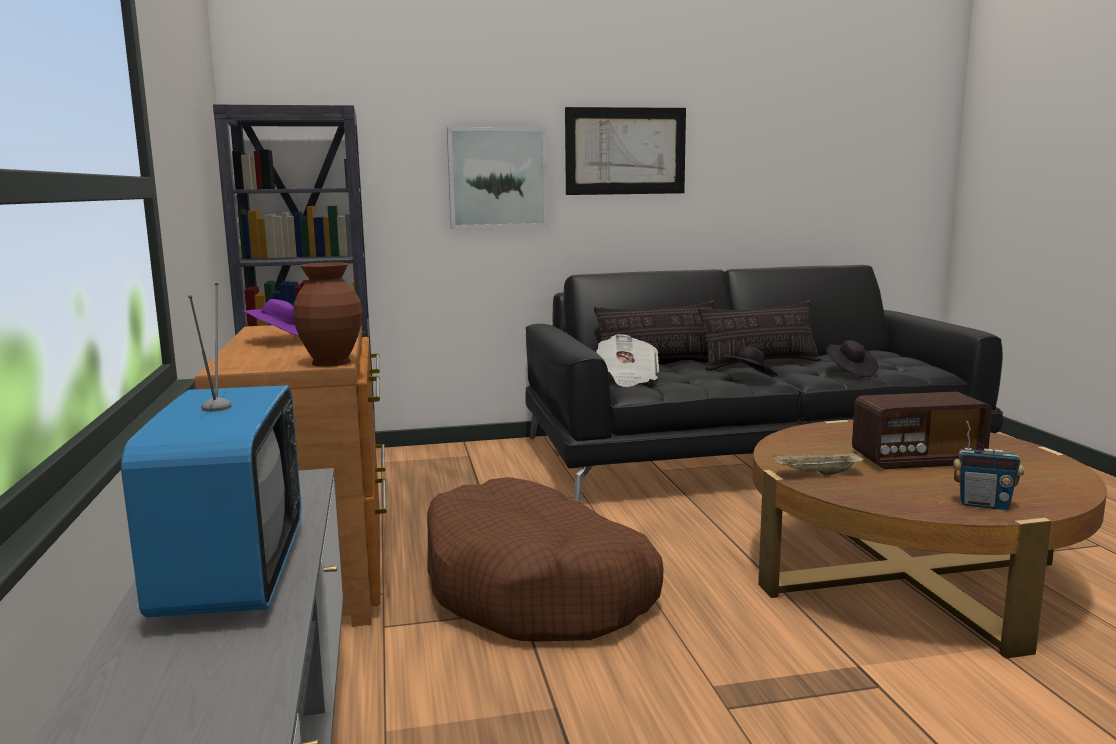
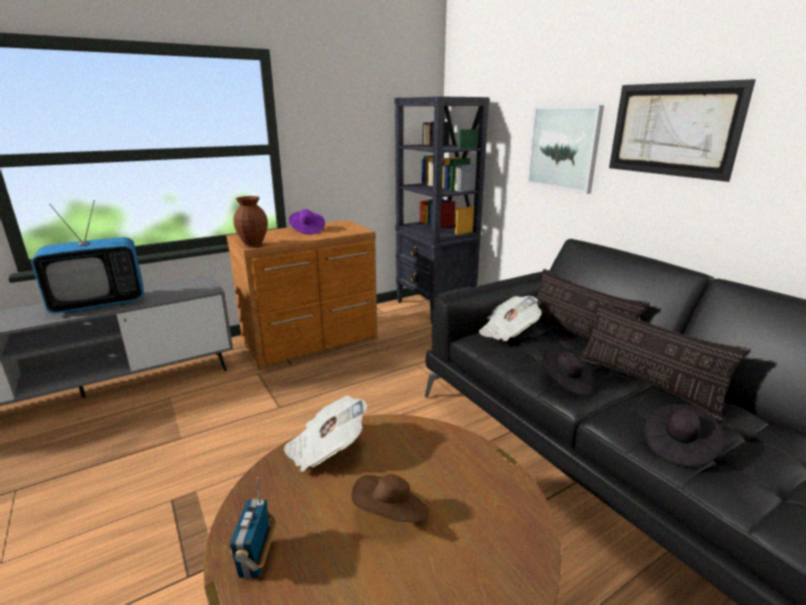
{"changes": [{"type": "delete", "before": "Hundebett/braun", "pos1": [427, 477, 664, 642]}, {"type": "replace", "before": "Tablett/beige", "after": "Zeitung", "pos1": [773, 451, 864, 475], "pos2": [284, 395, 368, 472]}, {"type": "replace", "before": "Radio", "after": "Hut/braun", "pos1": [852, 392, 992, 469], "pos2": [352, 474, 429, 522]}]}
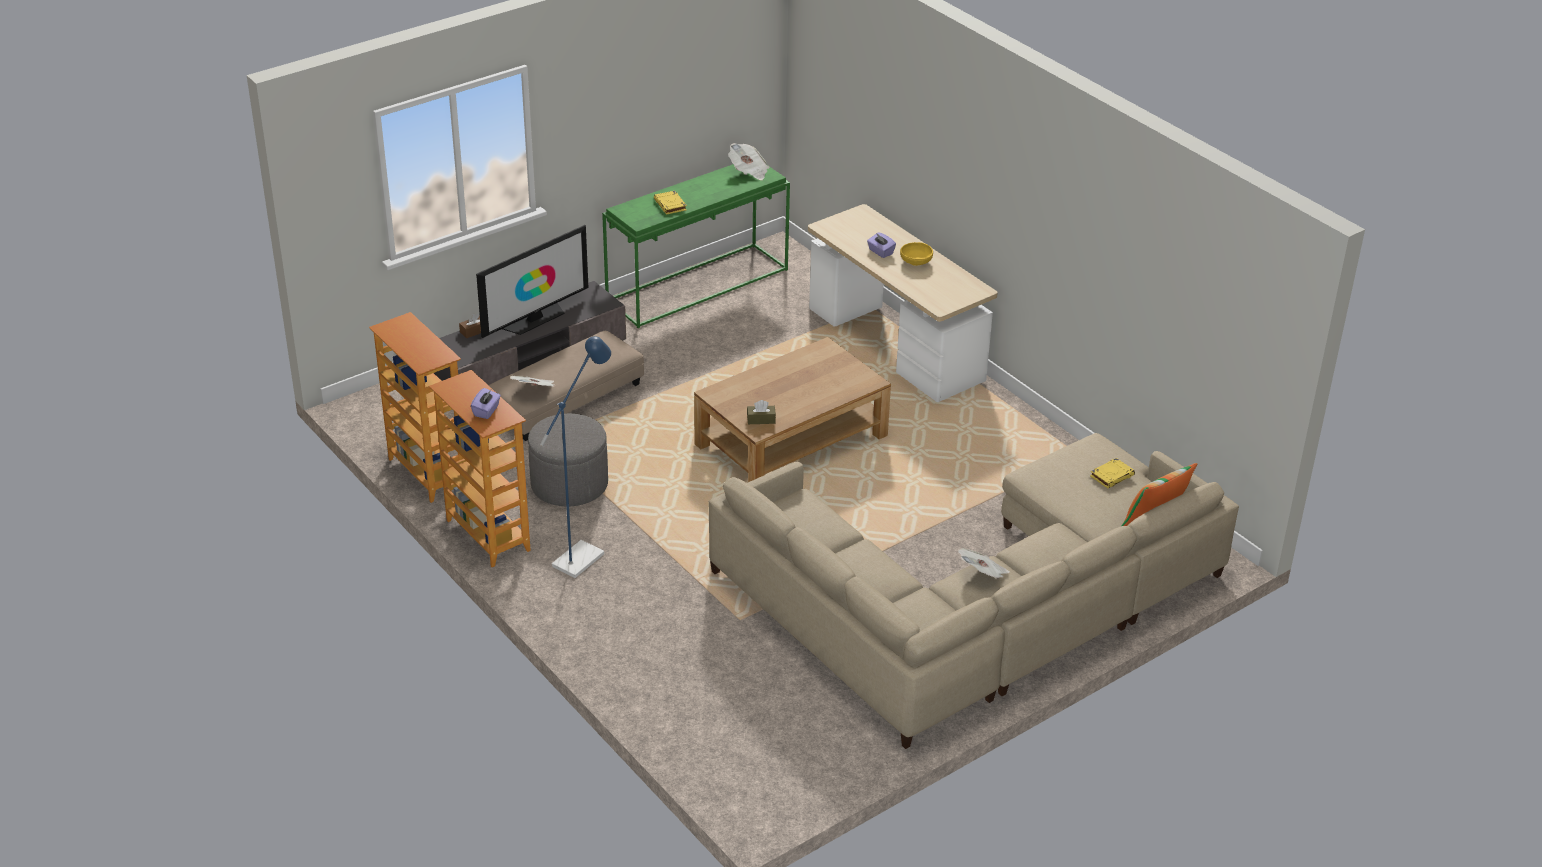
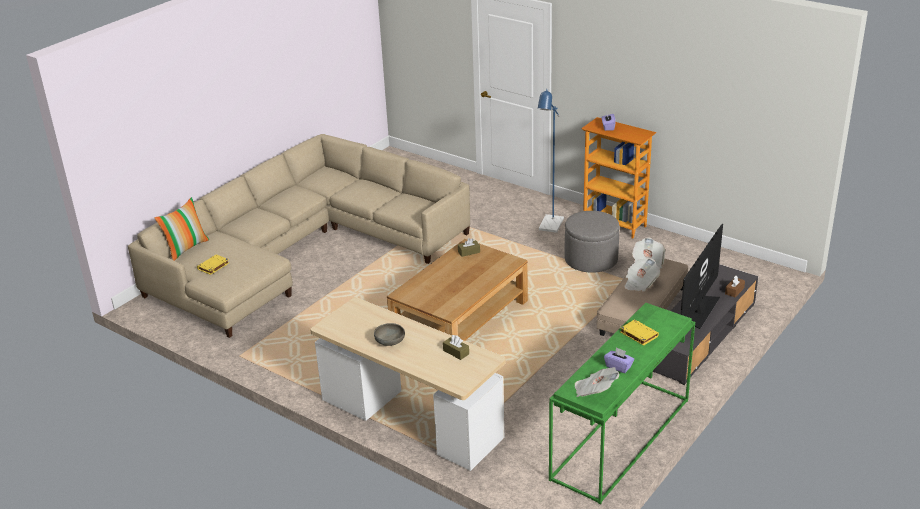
{"changes": [{"type": "delete", "before": "Bücherregal", "pos1": [369, 312, 464, 503]}, {"type": "insert", "after": "Taschentuchbox/braun", "pos2": [443, 335, 469, 360]}, {"type": "move", "before": "Taschentuchbox/lila", "pos1": [867, 232, 896, 258], "pos2": [604, 347, 634, 373]}, {"type": "move", "before": "Zeitung", "pos1": [958, 548, 1010, 579], "pos2": [625, 258, 660, 291]}, {"type": "recolor", "before": "Schüssel/gelb", "after": "Schüssel/grau", "pos1": [900, 242, 933, 266], "pos2": [374, 323, 405, 346]}]}
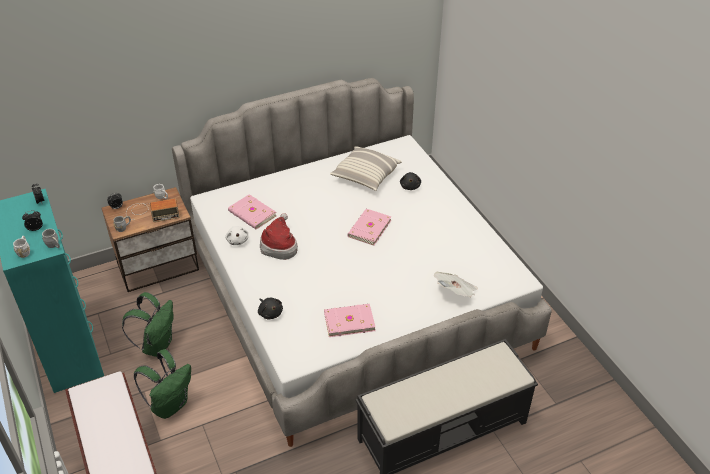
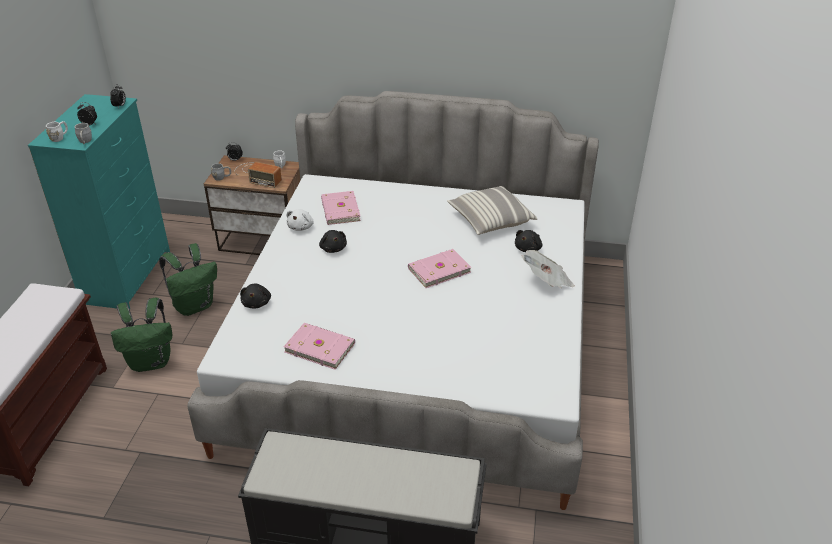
{"changes": [{"type": "move", "before": "Zeitung", "pos1": [434, 272, 478, 298], "pos2": [521, 250, 575, 288]}, {"type": "replace", "before": "Hut", "after": "Plüschtier/schwarz", "pos1": [260, 213, 298, 260], "pos2": [319, 230, 347, 253]}]}
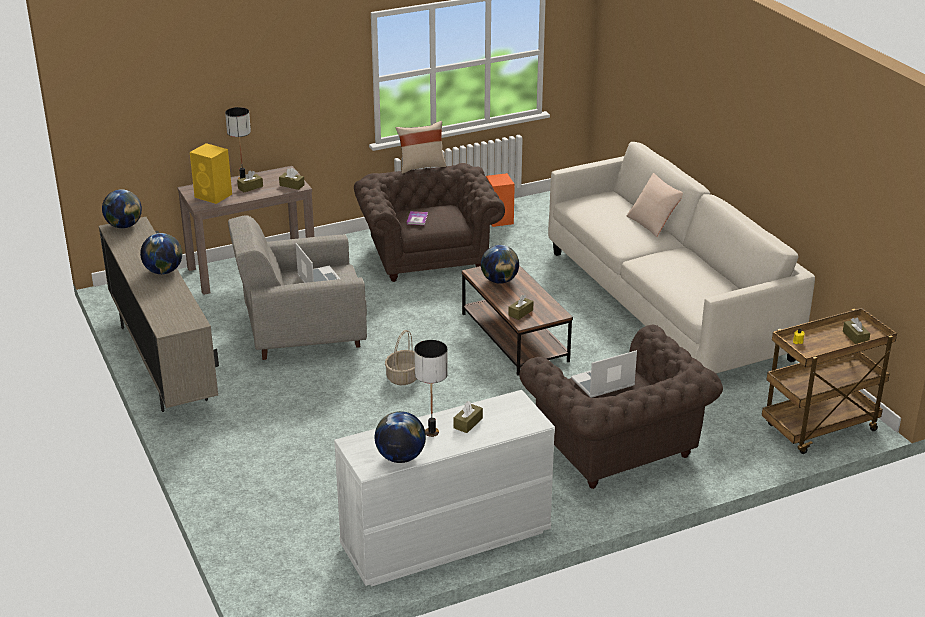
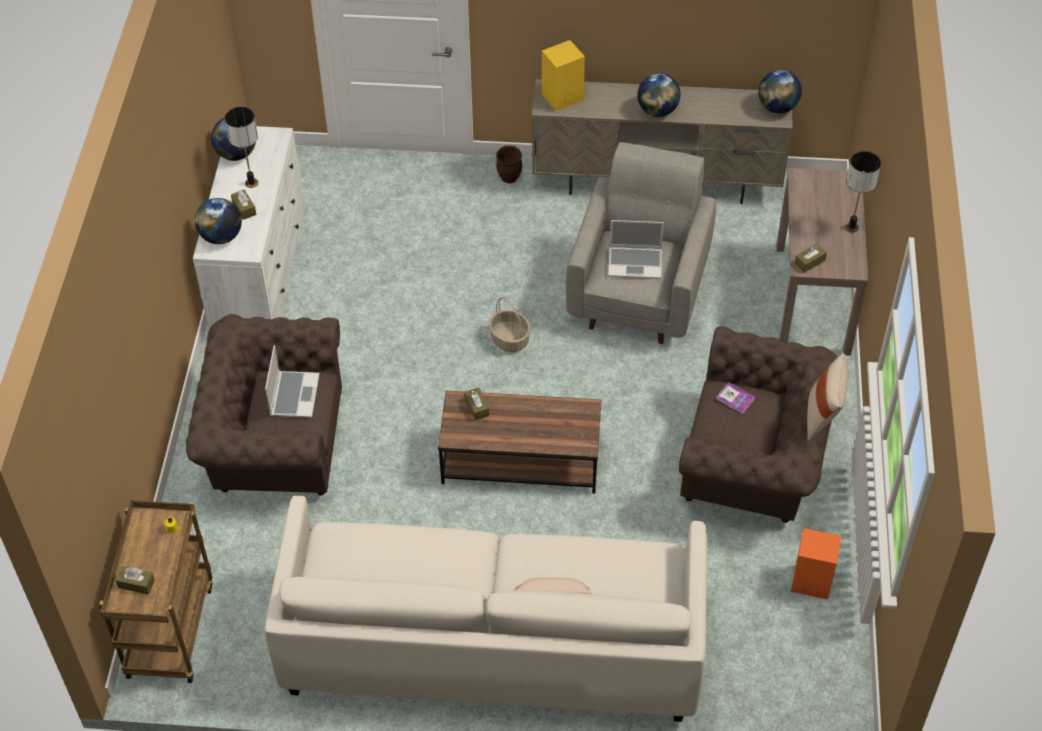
{"changes": [{"type": "delete", "before": "Taschentuchbox/braun", "pos1": [237, 170, 263, 192]}, {"type": "insert", "after": "Pflanzkübel/braun", "pos2": [496, 146, 522, 183]}, {"type": "move", "before": "Lautsprecher/gelb", "pos1": [190, 143, 232, 204], "pos2": [542, 40, 585, 111]}, {"type": "move", "before": "Globus", "pos1": [481, 245, 519, 284], "pos2": [195, 198, 242, 244]}]}
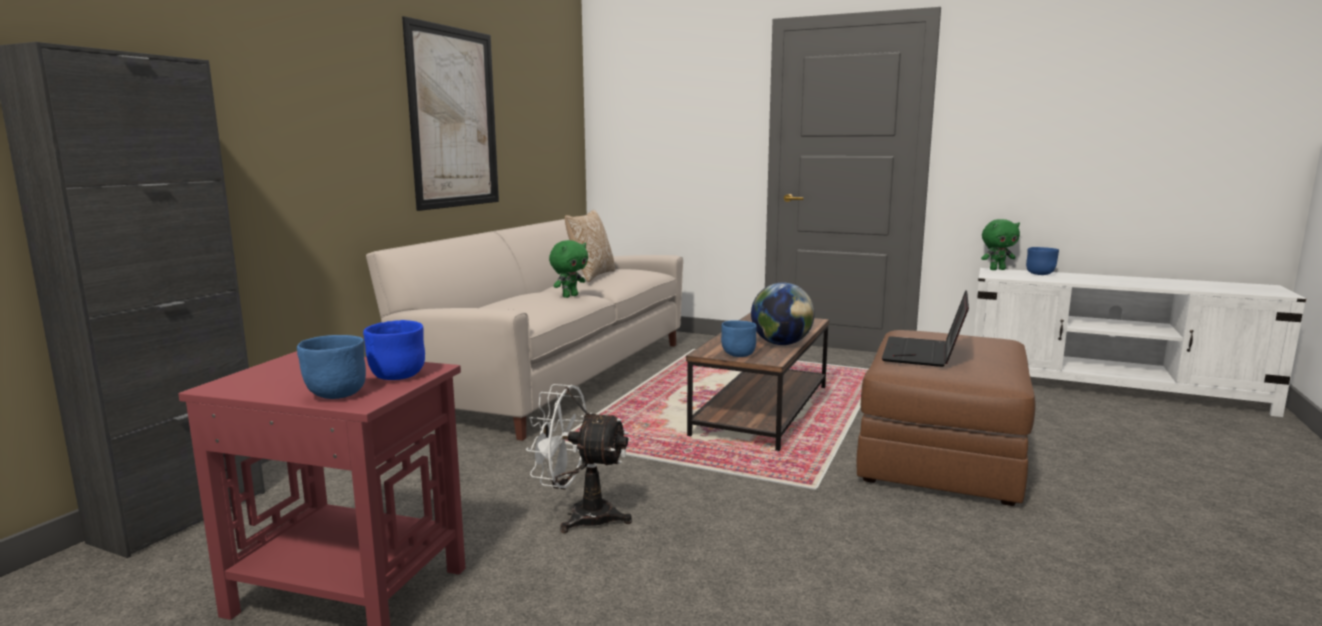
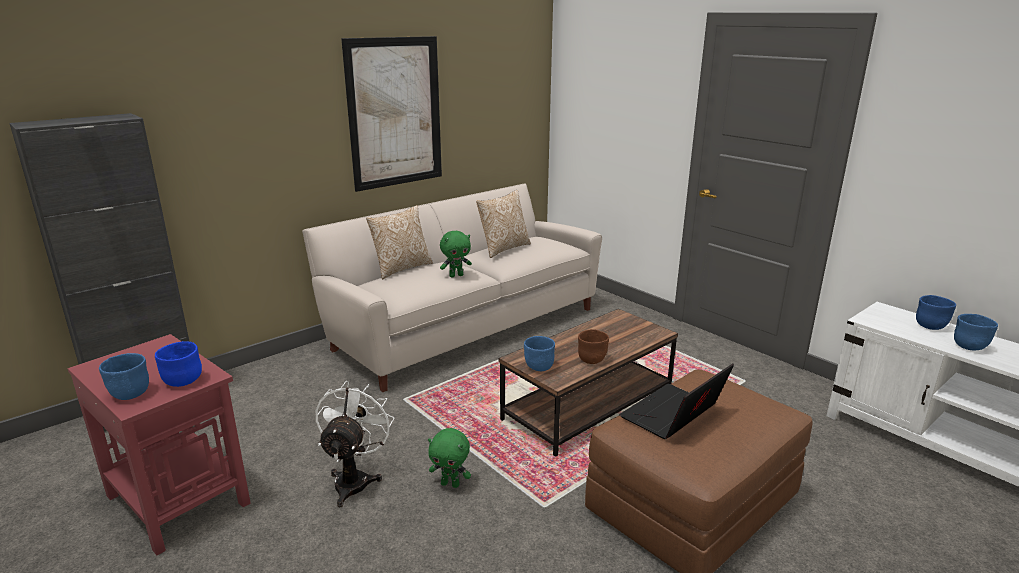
{"changes": [{"type": "insert", "after": "Kissen", "pos2": [366, 205, 433, 279]}, {"type": "insert", "after": "Schüssel/blau", "pos2": [954, 314, 998, 350]}, {"type": "move", "before": "Plüschtier/grün", "pos1": [981, 219, 1020, 270], "pos2": [428, 428, 471, 488]}, {"type": "replace", "before": "Globus", "after": "Schüssel/braun", "pos1": [751, 283, 815, 345], "pos2": [578, 329, 609, 364]}, {"type": "rotate", "before": "Ventilator/weiß", "pos1": [526, 384, 632, 533], "pos2": [316, 381, 394, 507], "turn": 60}]}
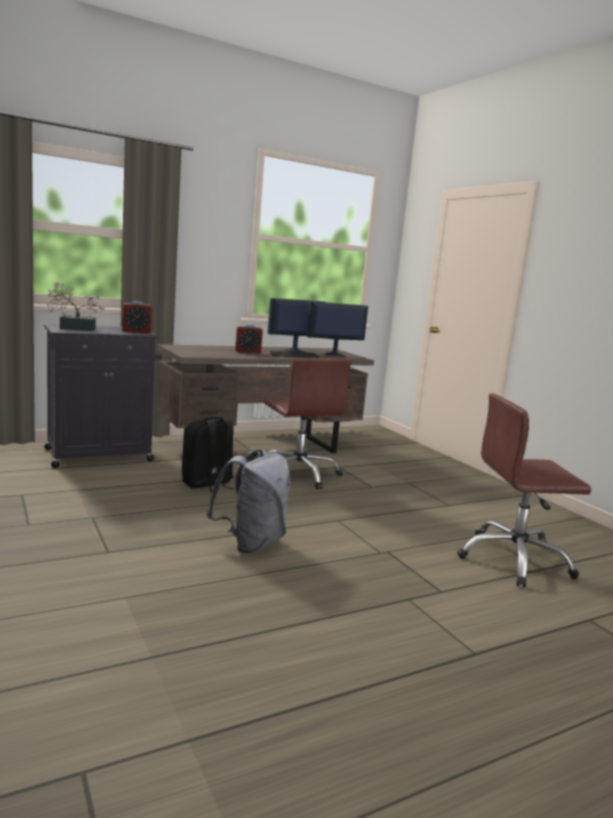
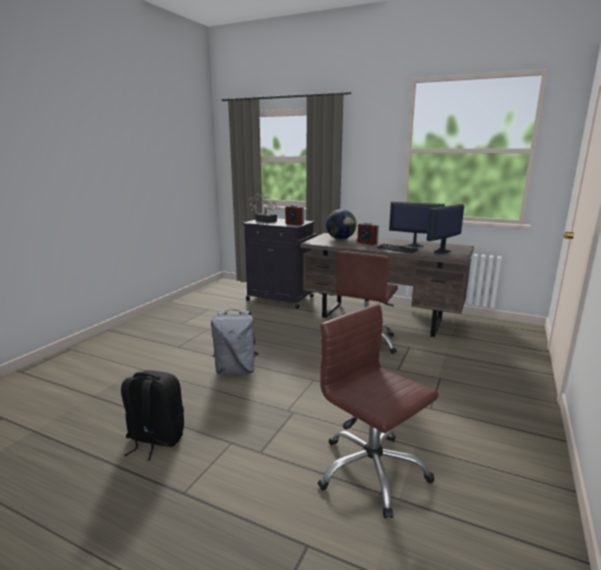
{"changes": [{"type": "insert", "after": "Globus", "pos2": [326, 209, 356, 240]}, {"type": "move", "before": "Rucksack/schwarz", "pos1": [182, 417, 234, 493], "pos2": [121, 370, 184, 460]}, {"type": "rotate", "before": "Monitor", "pos1": [306, 301, 368, 356], "pos2": [427, 204, 464, 254], "turn": -75}]}
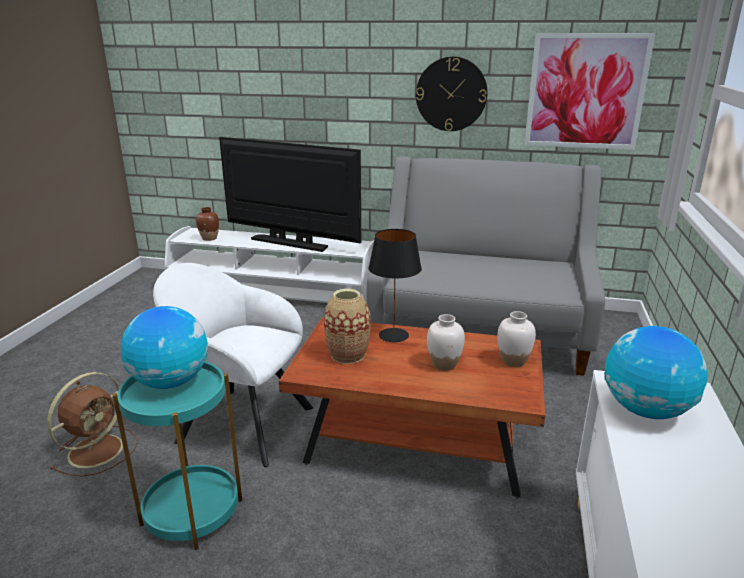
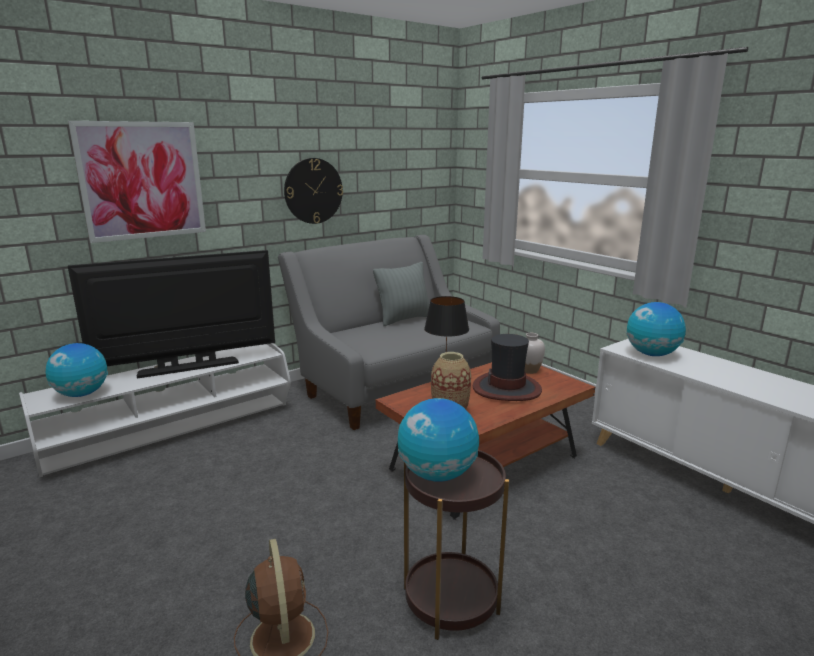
{"changes": [{"type": "delete", "before": "Sessel/weiß", "pos1": [153, 263, 313, 467]}, {"type": "insert", "after": "Kissen/grau", "pos2": [373, 262, 430, 326]}, {"type": "move", "before": "Bild", "pos1": [524, 33, 655, 150], "pos2": [68, 121, 206, 243]}, {"type": "replace", "before": "Vase/braun", "after": "Globus", "pos1": [196, 207, 219, 241], "pos2": [46, 343, 108, 397]}, {"type": "replace", "before": "Vase/weiß", "after": "Hut", "pos1": [427, 314, 465, 371], "pos2": [473, 334, 542, 401]}, {"type": "recolor", "before": "Beistelltisch/türkis", "after": "Beistelltisch/braun", "pos1": [113, 361, 242, 550], "pos2": [404, 450, 509, 640]}]}
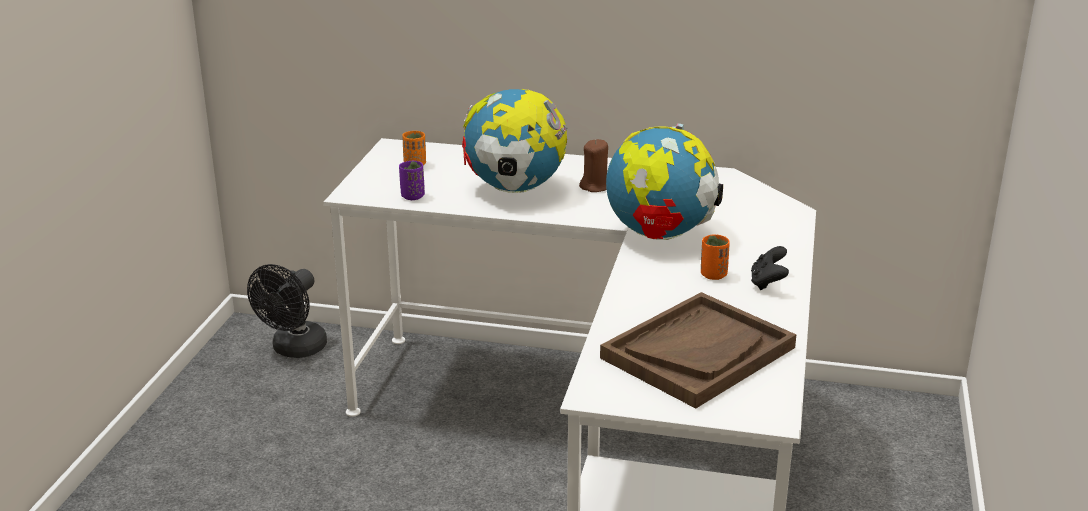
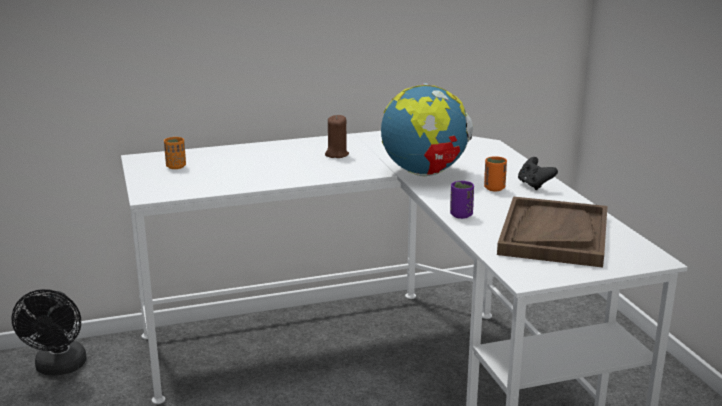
{"changes": [{"type": "delete", "before": "Globus", "pos1": [462, 89, 568, 193]}, {"type": "move", "before": "Tasse/lila", "pos1": [399, 161, 425, 200], "pos2": [450, 181, 474, 219]}]}
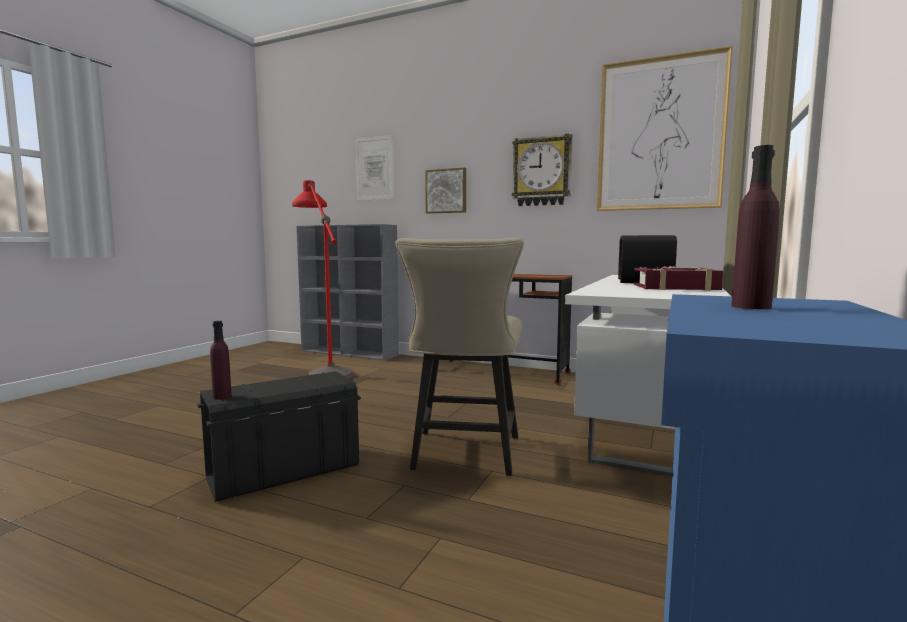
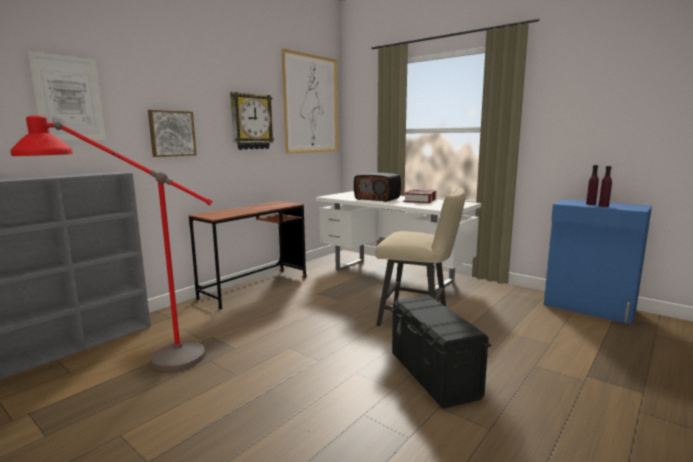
{"changes": [{"type": "move", "before": "Flasche/lila", "pos1": [210, 321, 232, 400], "pos2": [599, 166, 612, 207]}]}
